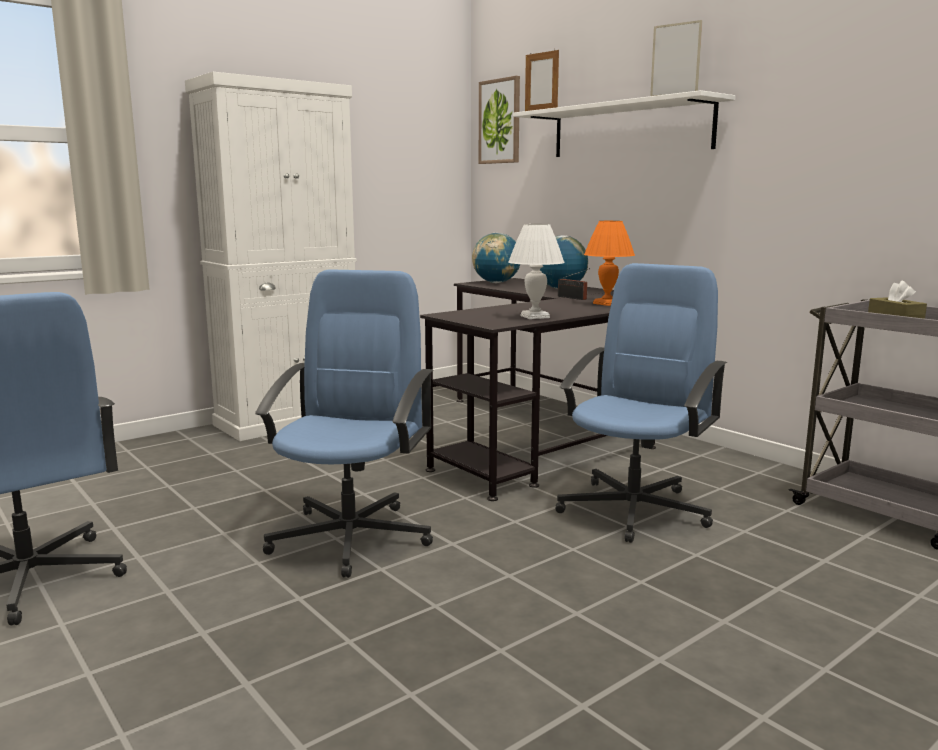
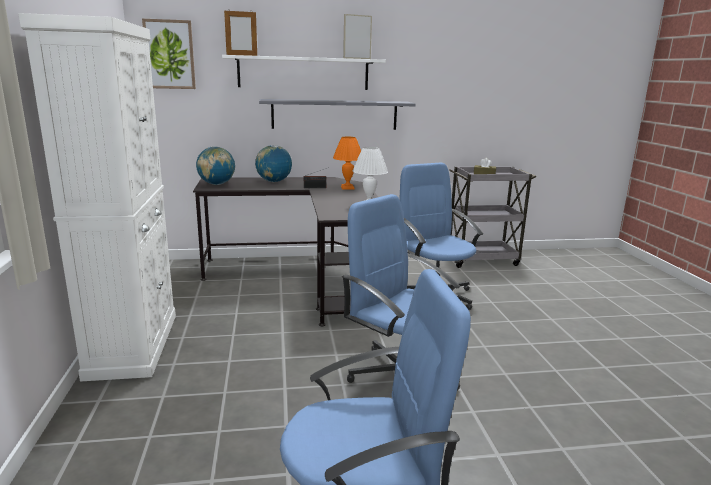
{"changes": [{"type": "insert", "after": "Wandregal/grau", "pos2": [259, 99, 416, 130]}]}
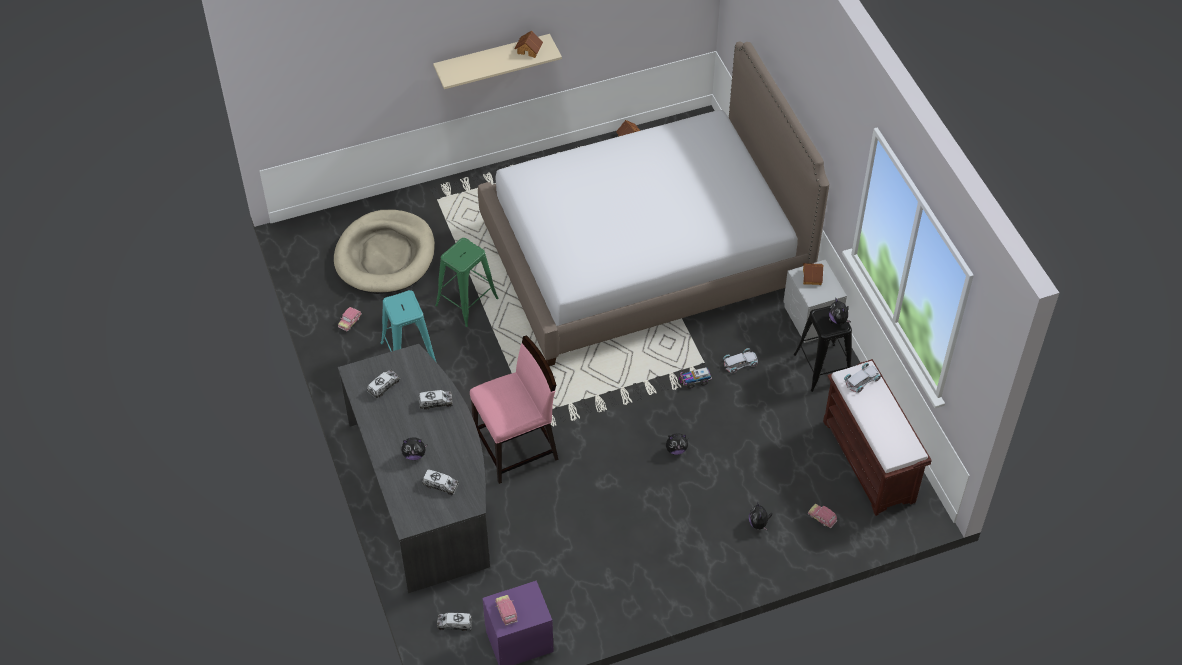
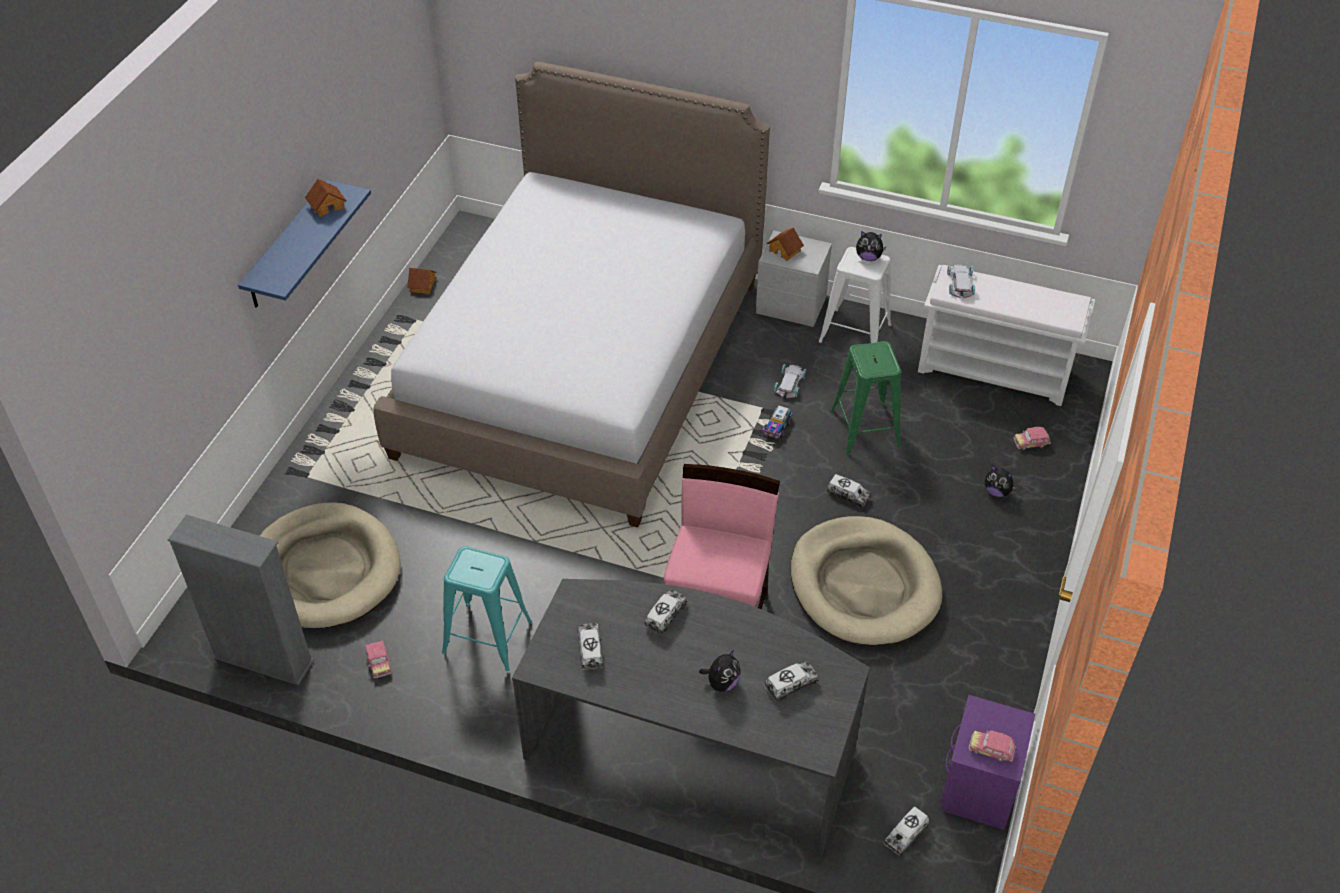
{"changes": [{"type": "insert", "after": "Bücherregal/grau", "pos2": [168, 514, 314, 686]}, {"type": "insert", "after": "Hundebett/beige", "pos2": [791, 516, 942, 646]}, {"type": "move", "before": "Hocker/grün", "pos1": [435, 238, 498, 327], "pos2": [830, 341, 902, 456]}, {"type": "replace", "before": "Plüschtier", "after": "Spielzeuglaster", "pos1": [666, 433, 688, 455], "pos2": [826, 474, 870, 508]}, {"type": "recolor", "before": "Wandregal/beige", "after": "Wandregal/blau", "pos1": [433, 34, 562, 89], "pos2": [238, 180, 371, 308]}, {"type": "recolor", "before": "Hocker/schwarz", "after": "Hocker/weiß", "pos1": [794, 306, 852, 392], "pos2": [819, 247, 891, 358]}, {"type": "recolor", "before": "Bank/braun", "after": "Bank/weiß", "pos1": [823, 359, 932, 516], "pos2": [918, 265, 1095, 406]}]}
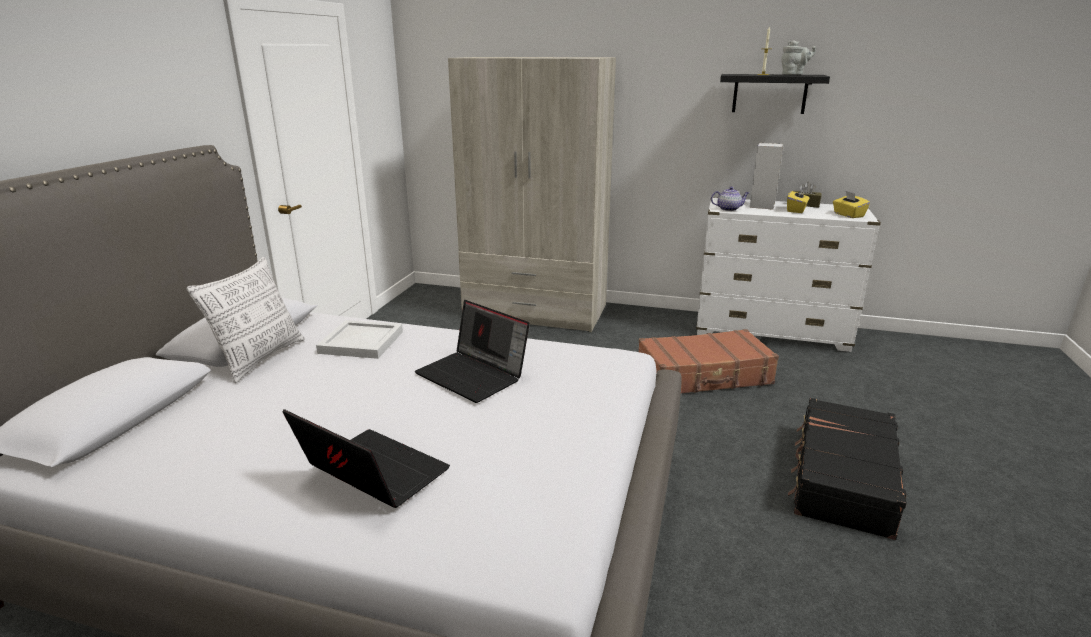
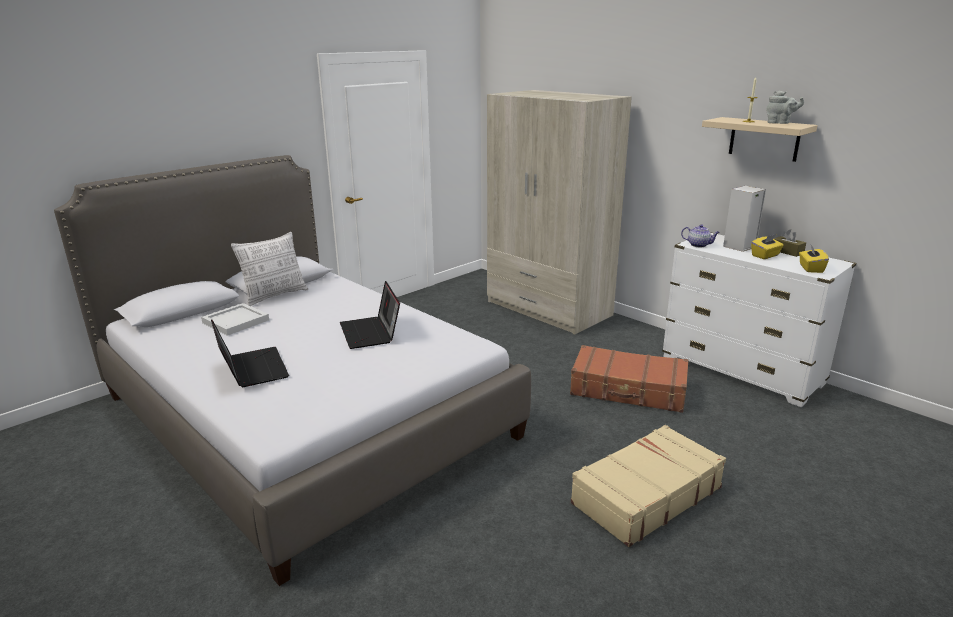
{"changes": [{"type": "move", "before": "Tablett/weiß", "pos1": [316, 320, 403, 359], "pos2": [201, 303, 269, 336]}, {"type": "recolor", "before": "Wandregal/schwarz", "after": "Wandregal/beige", "pos1": [720, 74, 830, 114], "pos2": [702, 117, 818, 162]}, {"type": "recolor", "before": "Koffer/schwarz", "after": "Koffer/beige", "pos1": [788, 398, 907, 540], "pos2": [571, 425, 726, 547]}]}
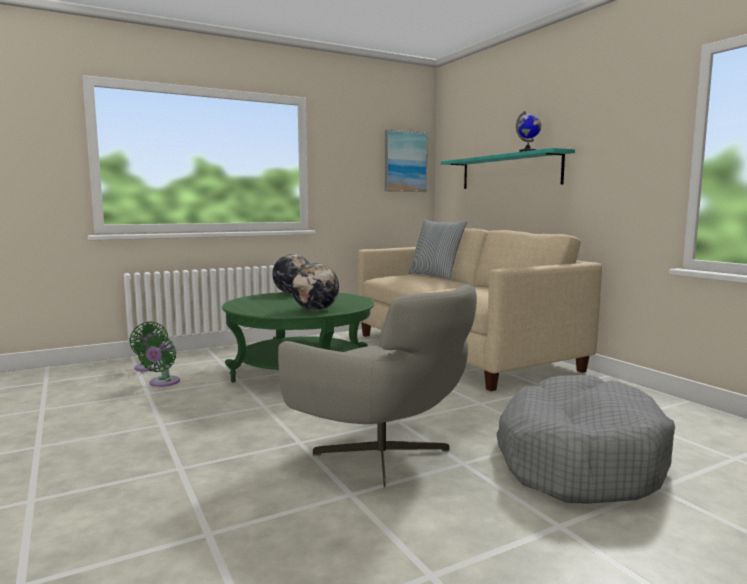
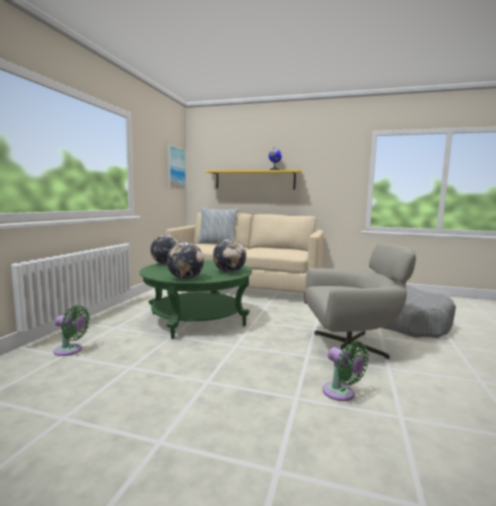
{"changes": [{"type": "insert", "after": "Globus", "pos2": [167, 242, 204, 279]}, {"type": "move", "before": "Ventilator/grün", "pos1": [137, 333, 180, 387], "pos2": [323, 341, 369, 401]}, {"type": "recolor", "before": "Wandregal/türkis", "after": "Wandregal/gelb", "pos1": [441, 148, 575, 189], "pos2": [205, 170, 303, 189]}]}
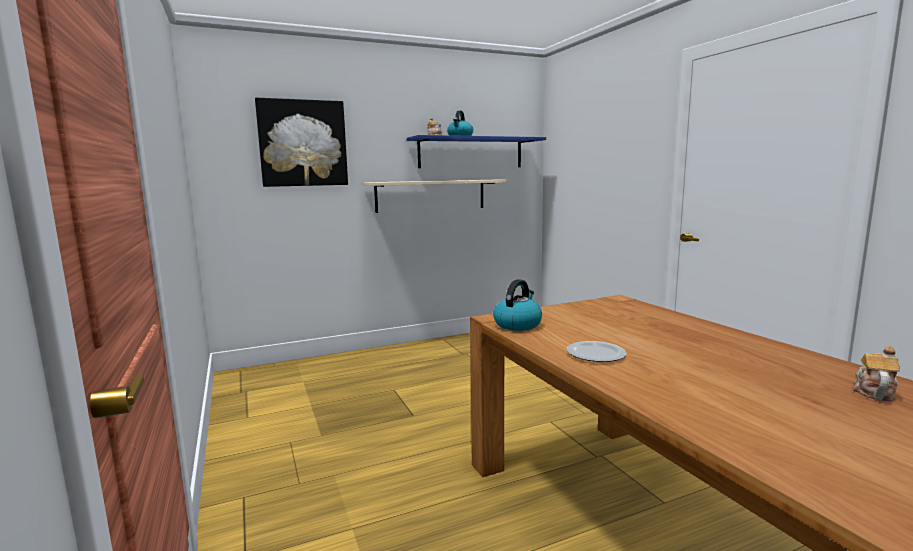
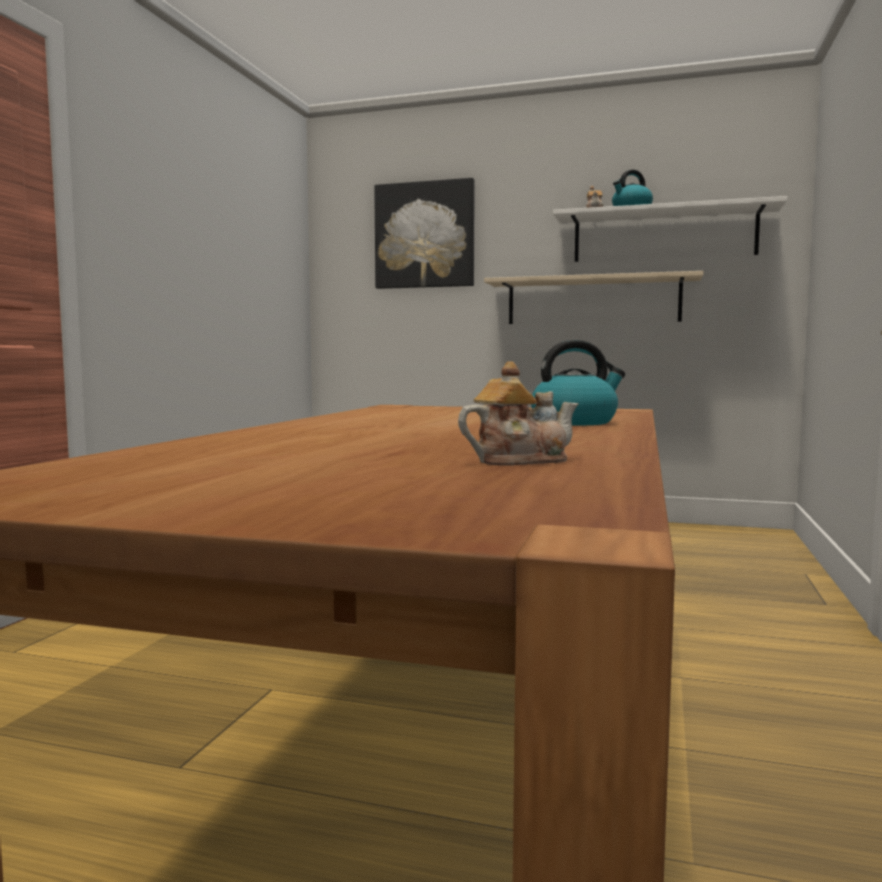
{"changes": [{"type": "delete", "before": "Teller", "pos1": [567, 341, 626, 362]}, {"type": "move", "before": "Wasserkessel", "pos1": [493, 279, 542, 331], "pos2": [531, 340, 625, 425]}, {"type": "recolor", "before": "Wandregal/blau", "after": "Wandregal/weiß", "pos1": [407, 135, 546, 168], "pos2": [553, 196, 788, 262]}]}
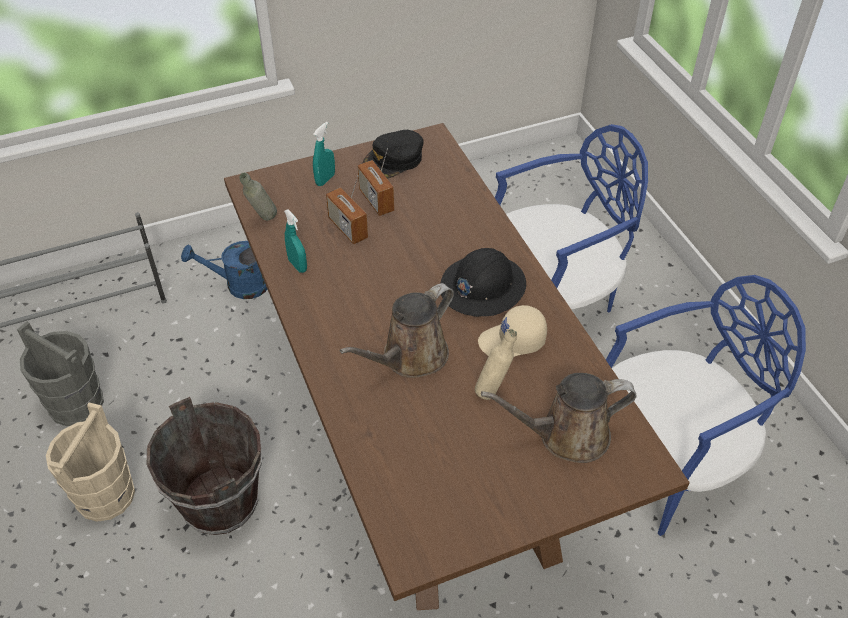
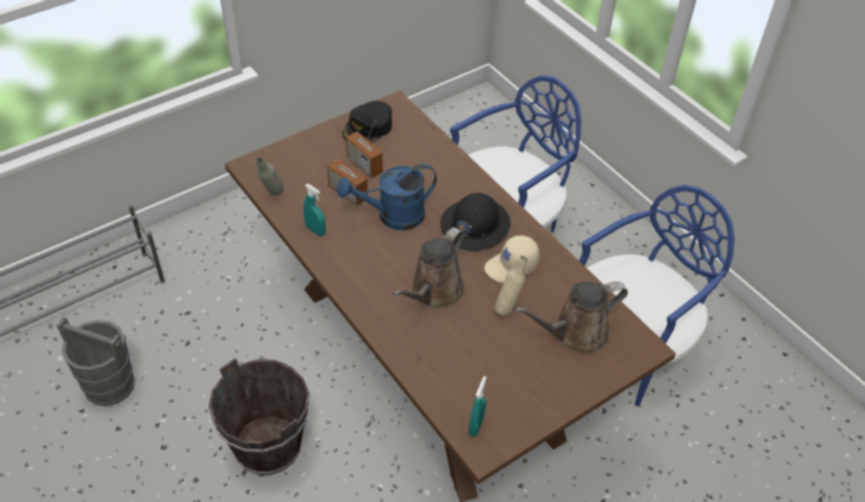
{"changes": [{"type": "delete", "before": "Eimer/beige", "pos1": [46, 403, 135, 522]}, {"type": "move", "before": "Gießkanne/blau", "pos1": [181, 241, 267, 299], "pos2": [337, 164, 437, 230]}, {"type": "move", "before": "Sprühflasche/türkis", "pos1": [313, 122, 335, 186], "pos2": [469, 376, 487, 437]}]}
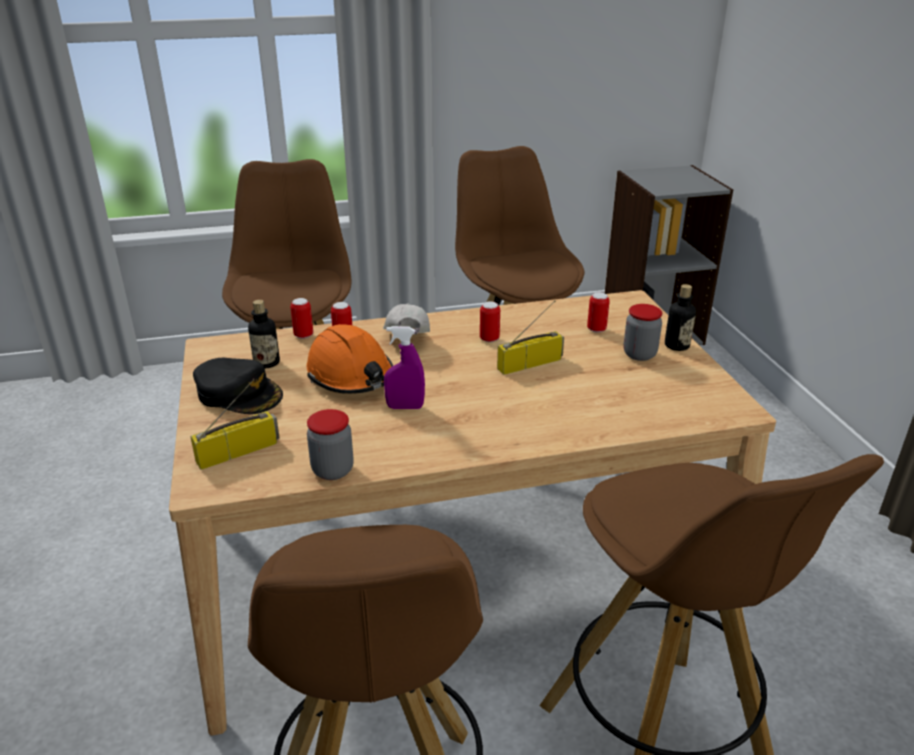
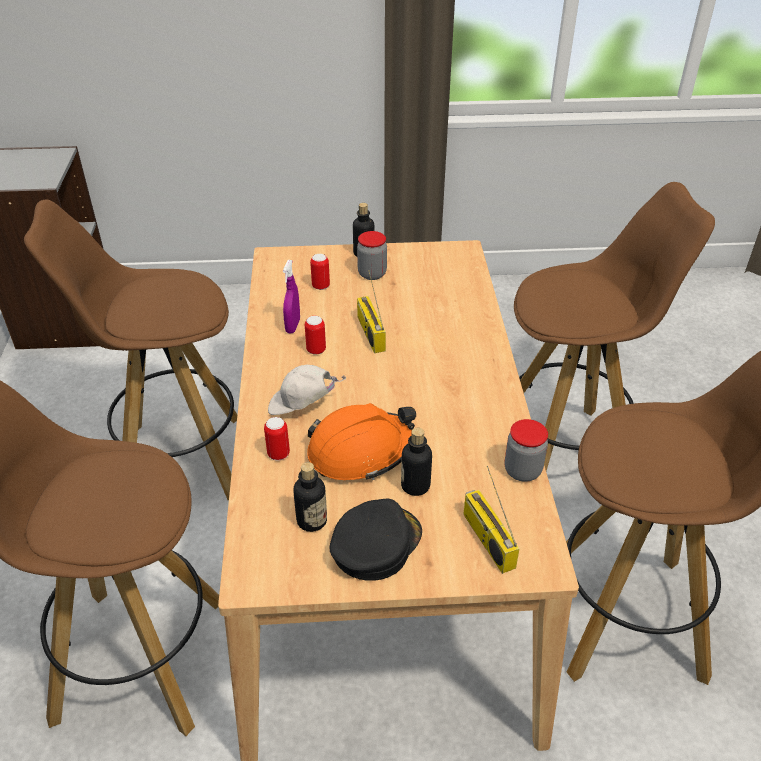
{"changes": [{"type": "delete", "before": "Dose", "pos1": [290, 298, 313, 339]}, {"type": "insert", "after": "Flasche", "pos2": [401, 428, 432, 496]}, {"type": "move", "before": "Sprühflasche/lila", "pos1": [384, 326, 425, 409], "pos2": [283, 260, 300, 333]}]}
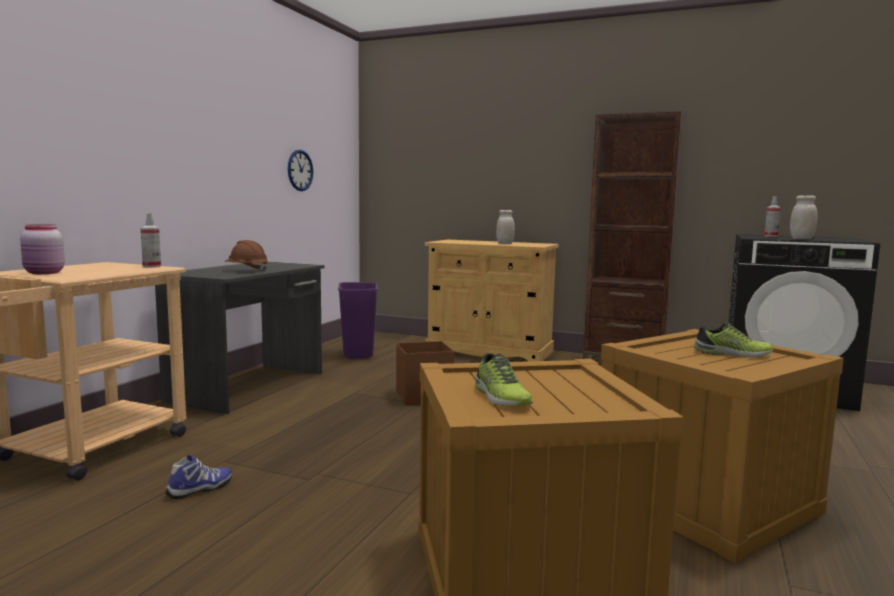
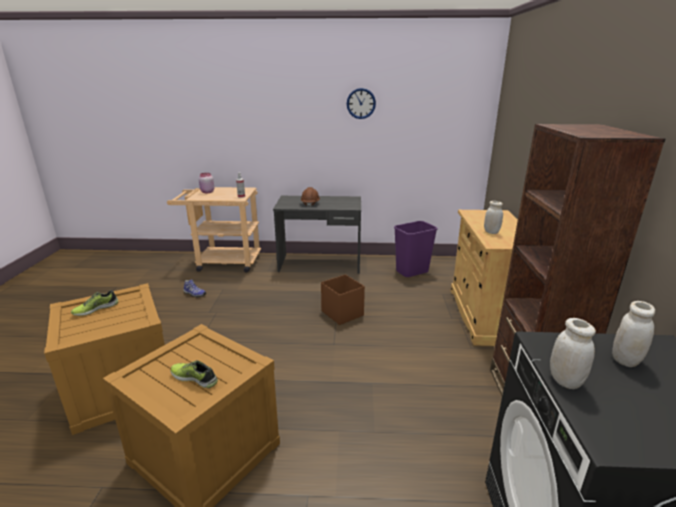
{"changes": [{"type": "move", "before": "Wanduhr", "pos1": [288, 150, 313, 191], "pos2": [347, 88, 376, 119]}, {"type": "replace", "before": "Sprühflasche", "after": "Vorratsglas/weiß", "pos1": [764, 196, 781, 237], "pos2": [612, 301, 655, 367]}, {"type": "rotate", "before": "Schuh", "pos1": [694, 322, 773, 358], "pos2": [171, 360, 218, 388], "turn": 120}]}
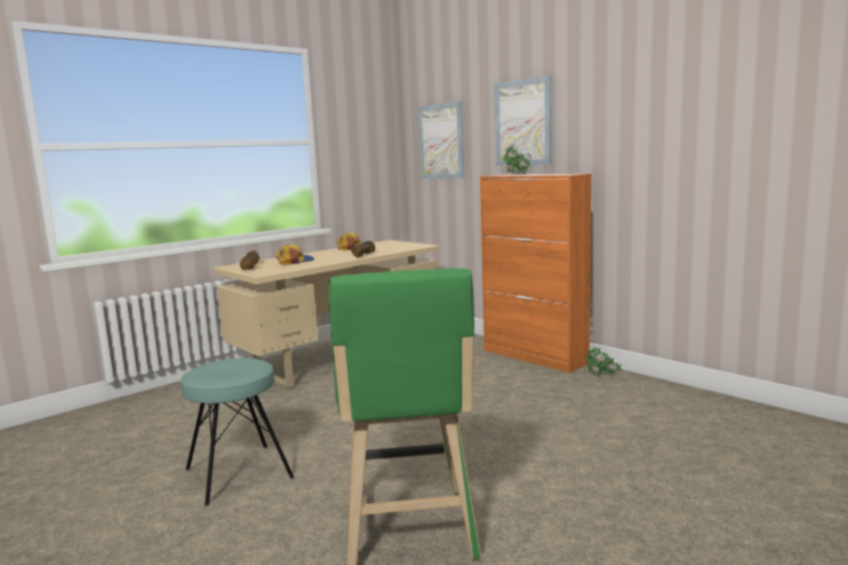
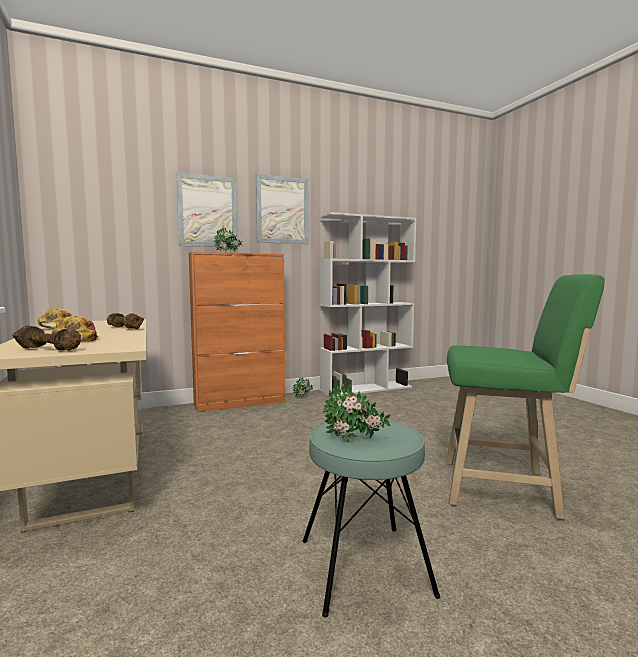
{"changes": [{"type": "insert", "after": "Bücherregal/weiß", "pos2": [320, 212, 416, 397]}, {"type": "insert", "after": "Topfpflanze", "pos2": [323, 383, 391, 443]}, {"type": "move", "before": "Bild", "pos1": [418, 101, 464, 179], "pos2": [256, 174, 309, 244]}]}
